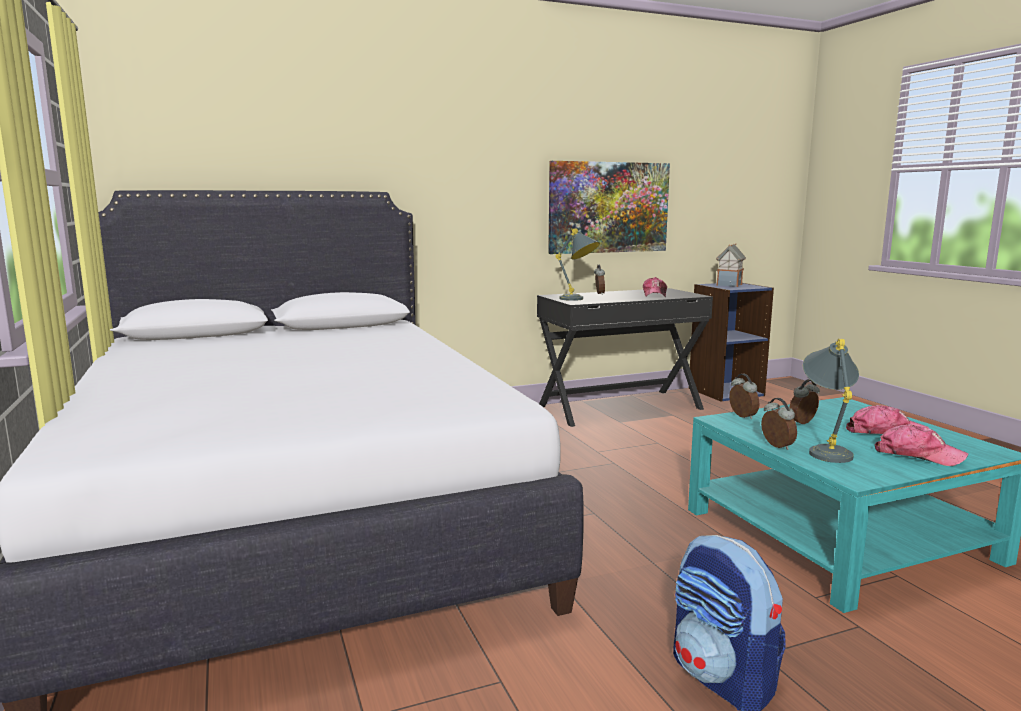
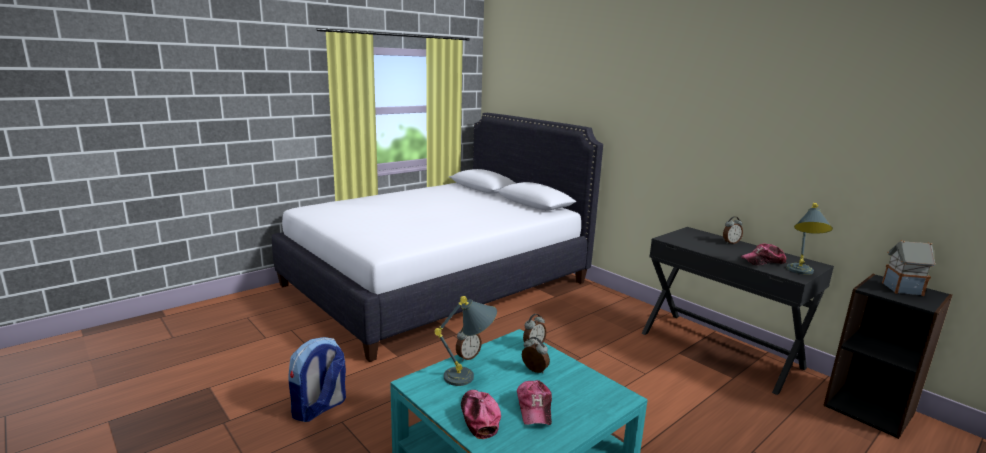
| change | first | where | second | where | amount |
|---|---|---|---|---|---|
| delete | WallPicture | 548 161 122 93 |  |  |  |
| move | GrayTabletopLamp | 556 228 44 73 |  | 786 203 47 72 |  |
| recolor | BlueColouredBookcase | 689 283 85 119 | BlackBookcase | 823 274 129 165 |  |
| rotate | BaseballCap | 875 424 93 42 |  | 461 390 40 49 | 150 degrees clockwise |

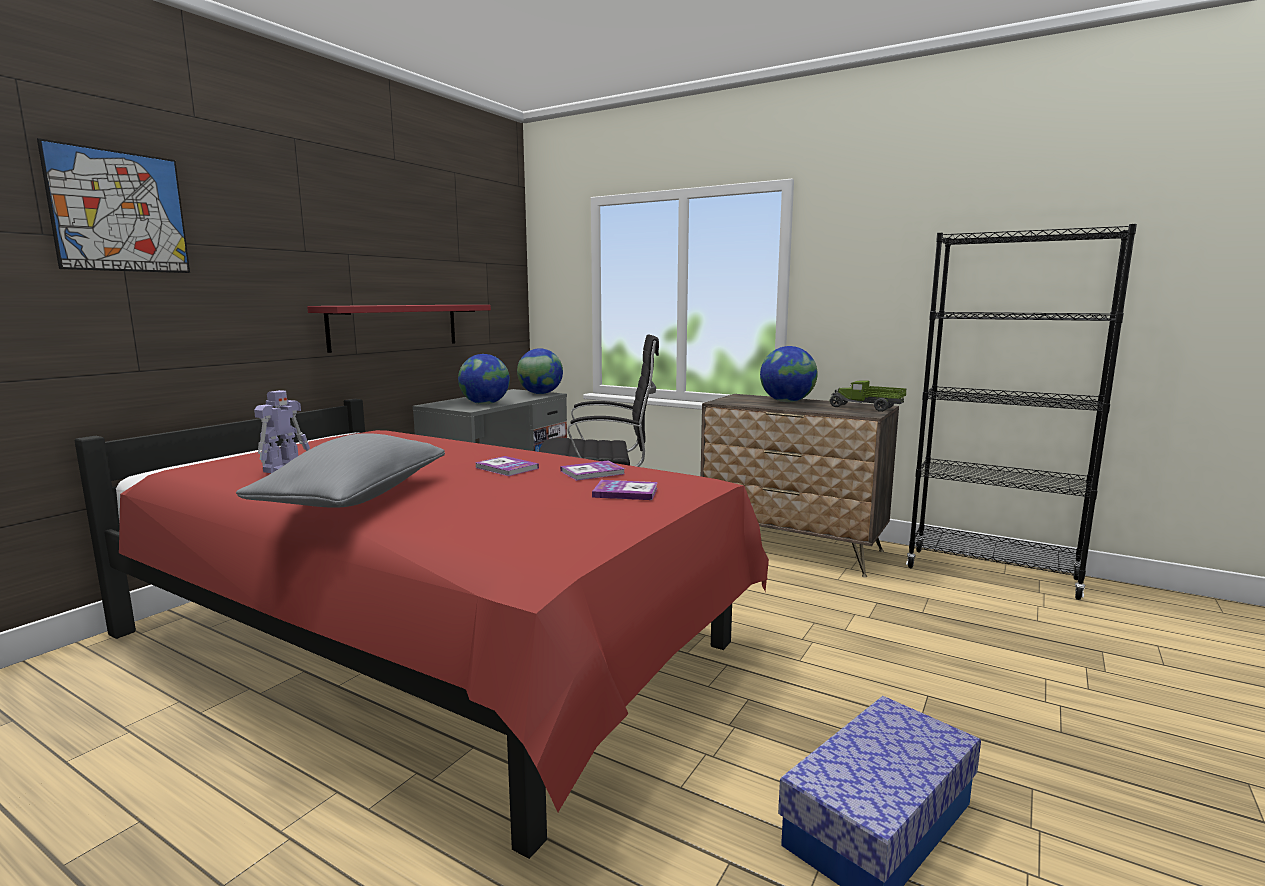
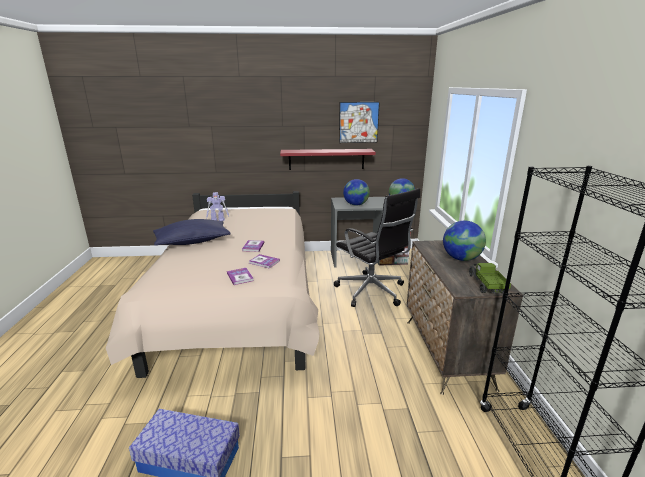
| change | first | where | second | where | amount |
|---|---|---|---|---|---|
| move | WallPicture | 37 138 153 135 |  | 339 102 41 41 |  |
| recolor | RedColouredBed | 74 399 695 460 | BeigeColouredBed | 106 191 214 187 |  |
| recolor | GrayThrowPillow | 236 433 209 75 | BlueColouredThrowPillow | 153 219 78 27 |  |

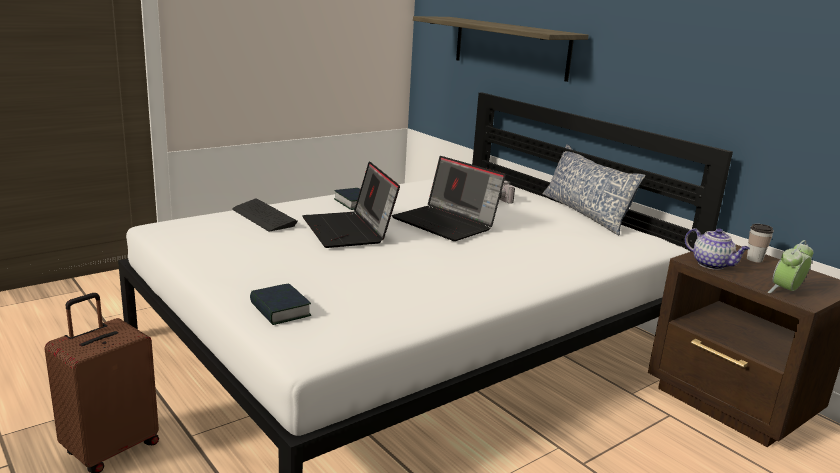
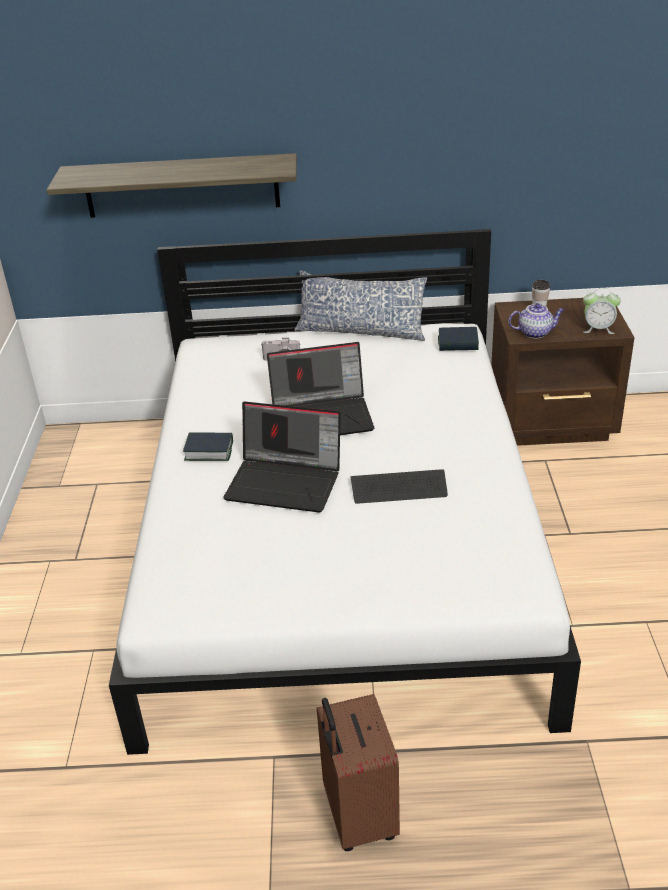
| change | first | where | second | where | amount |
|---|---|---|---|---|---|
| move | Keyboard | 232 198 66 33 |  | 350 469 98 35 |  |
| rotate | BedsideClock | 768 240 45 53 |  | 583 288 38 46 | 75 degrees counterclockwise |
| move | Book | 250 283 61 42 |  | 438 327 41 24 |  |

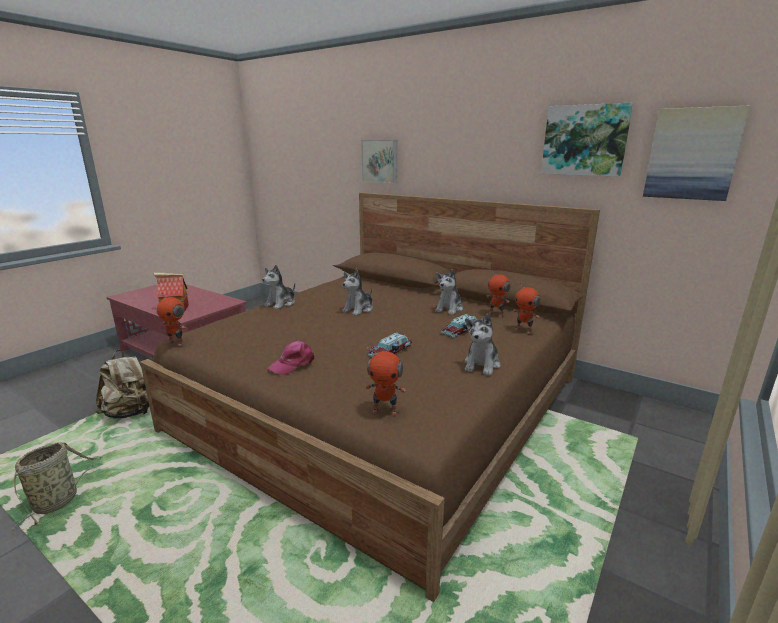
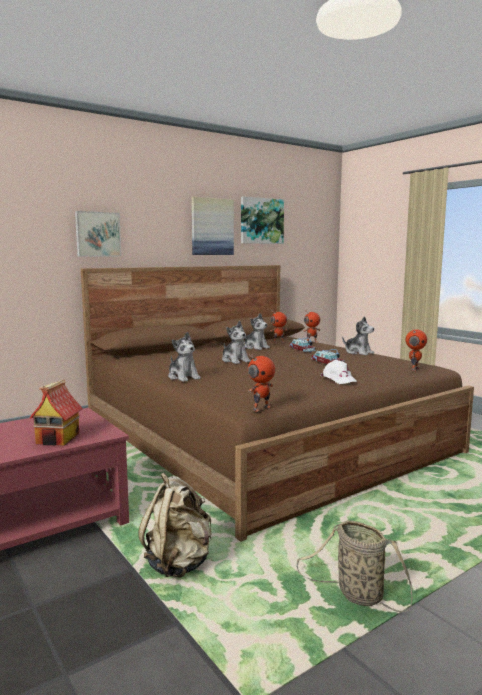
| change | first | where | second | where | amount |
|---|---|---|---|---|---|
| move | WallPicture | 643 106 107 95 |  | 191 197 43 58 |  |
| recolor | PinkColouredBaseballCap | 268 341 47 34 | WhitishBaseballCap | 321 360 36 24 |  |

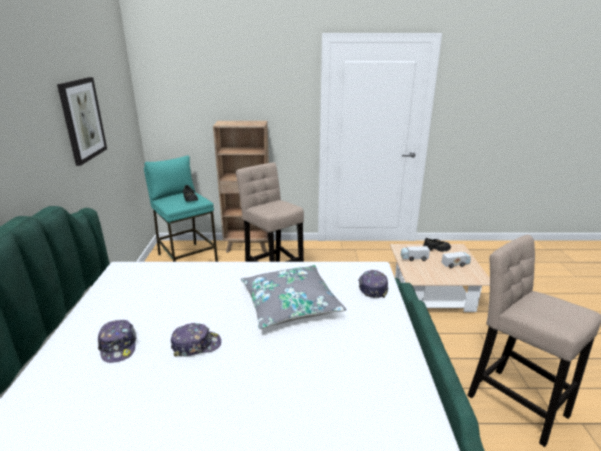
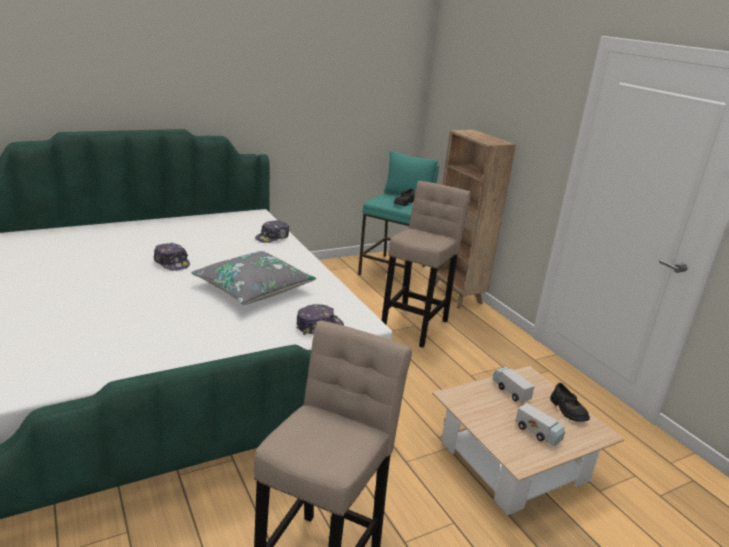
| change | first | where | second | where | amount |
|---|---|---|---|---|---|
| delete | WallPicture | 57 77 50 89 |  |  |  |
| move | BaseballCap | 98 320 38 43 |  | 255 220 34 23 |  |

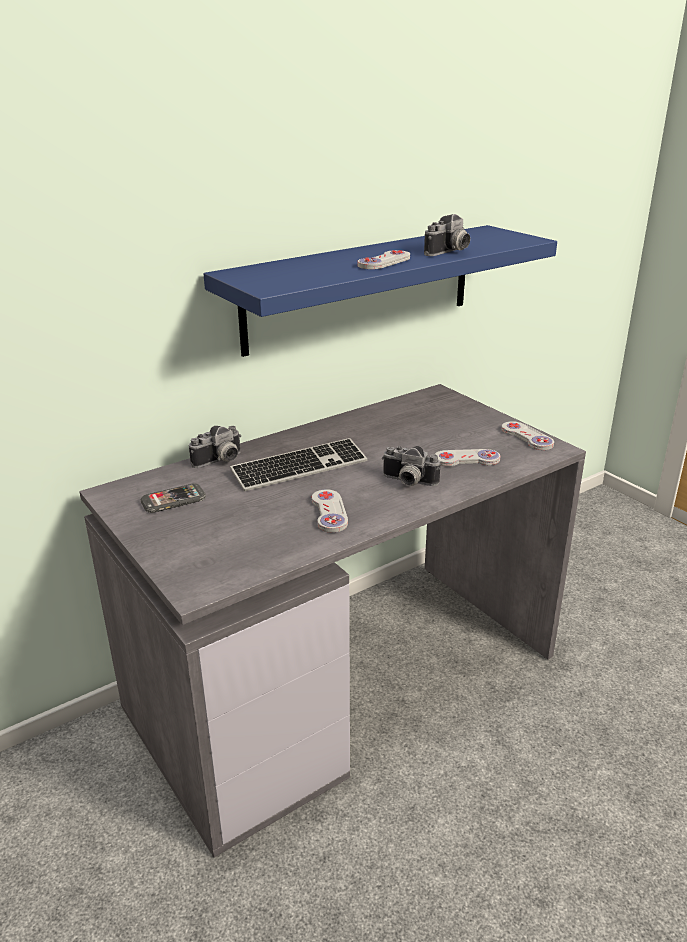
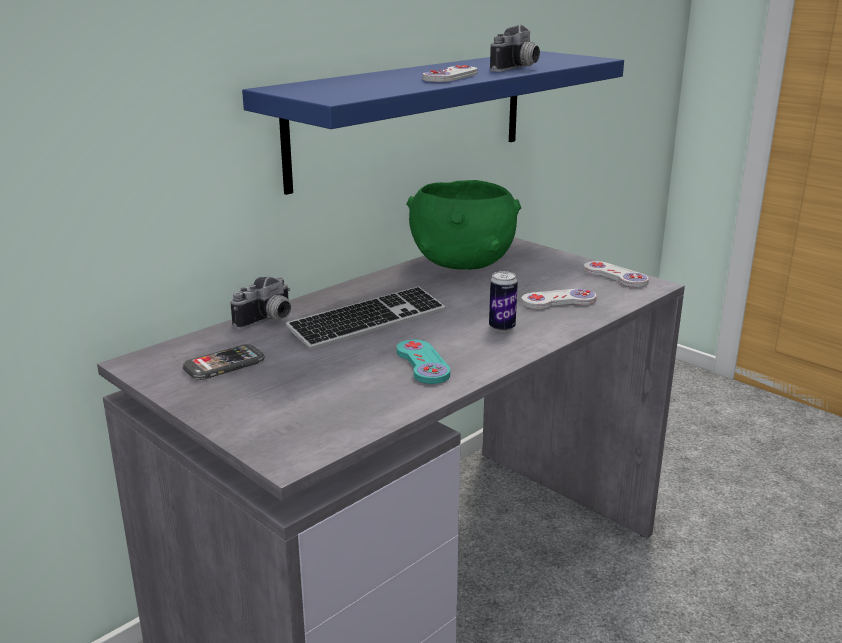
| change | first | where | second | where | amount |
|---|---|---|---|---|---|
| replace | StillCamera | 382 446 58 40 | SealedCan | 489 271 29 61 |  |
| recolor | WhitishGamepad | 312 489 36 44 | TurquoiseGamepad | 396 339 54 45 |  |
| insert |  |  | GreenBowl | 407 180 114 90 |  |

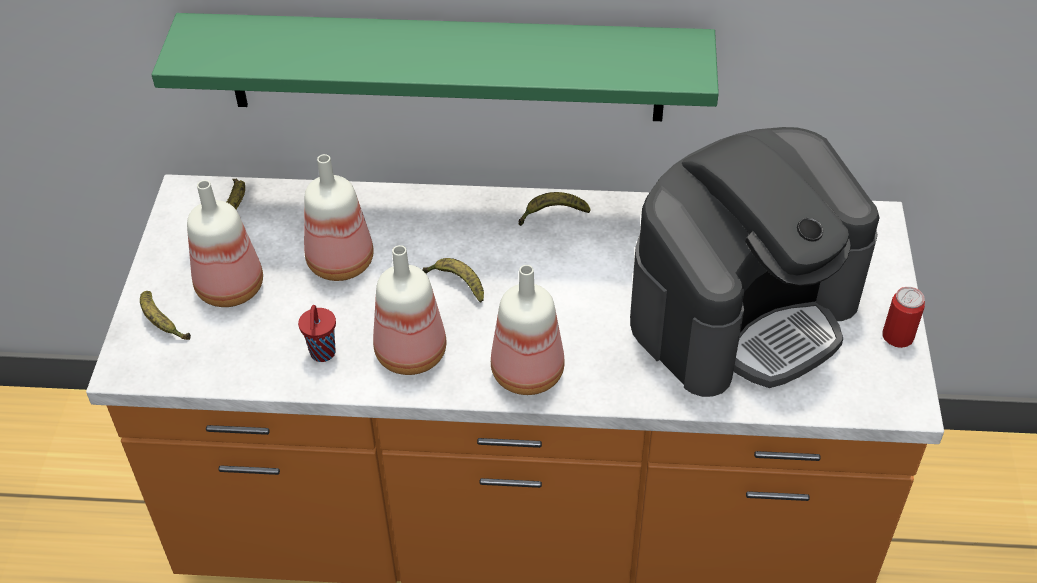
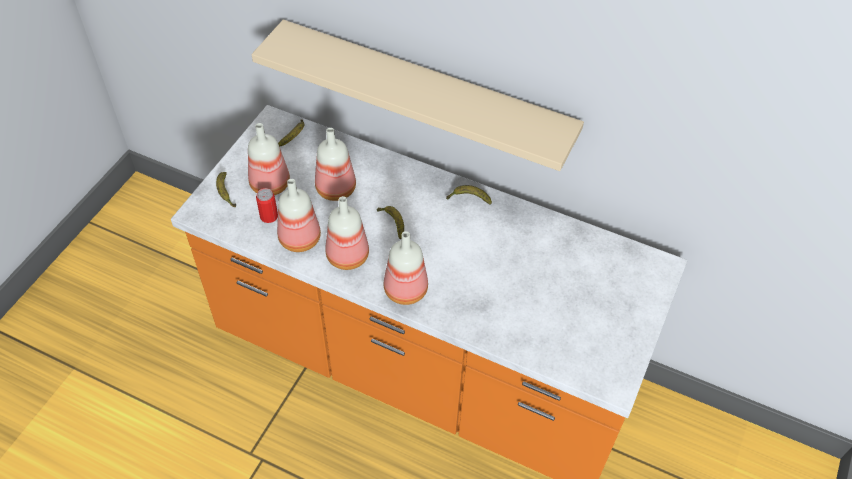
| change | first | where | second | where | amount |
|---|---|---|---|---|---|
| recolor | GreenShelf | 152 13 567 108 | BeigeColouredShelf | 252 19 332 152 |  |
| delete | CoffeeMaker | 630 127 250 270 |  |  |  |
| move | SealedCan | 883 287 42 61 |  | 256 188 22 35 |  |
| replace | RedColouredSmallCup | 298 305 38 57 | Bottle | 277 179 44 73 |  |

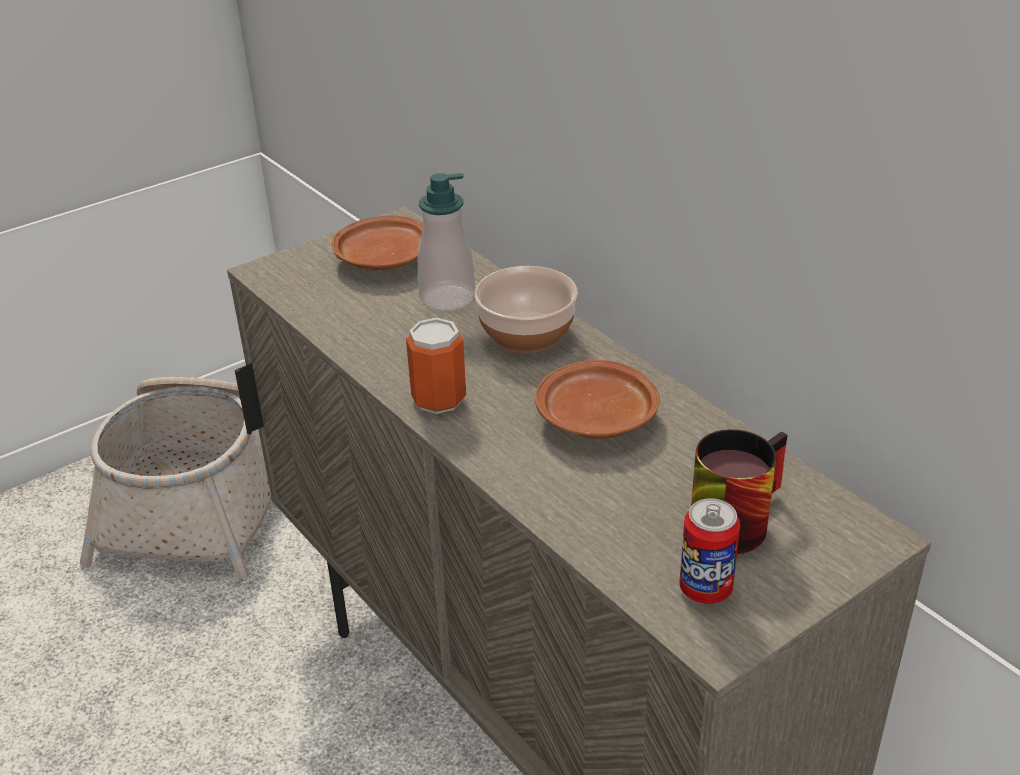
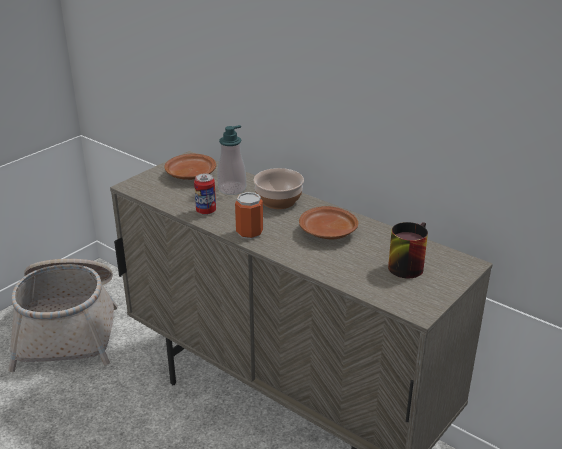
| change | first | where | second | where | amount |
|---|---|---|---|---|---|
| move | SealedCan | 679 498 61 106 |  | 194 173 22 42 |  |

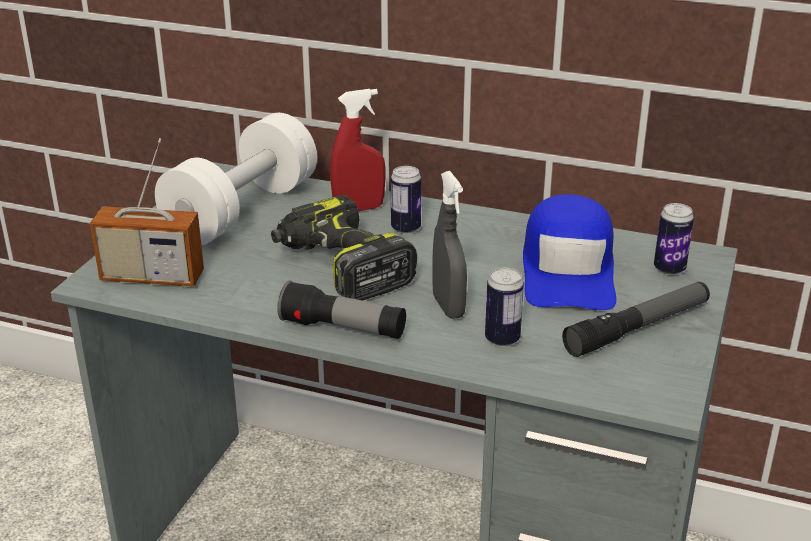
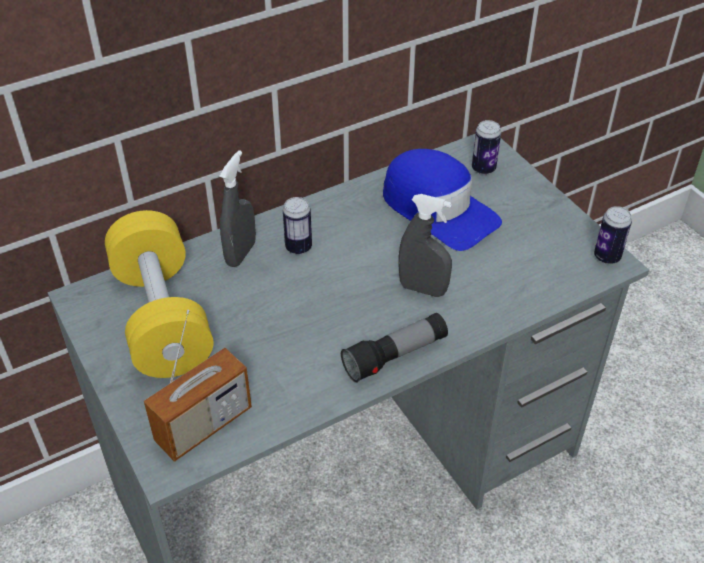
| change | first | where | second | where | amount |
|---|---|---|---|---|---|
| recolor | RedColouredSprayBottle | 330 89 56 122 | GraySprayBottle | 219 150 37 117 |  |
| recolor | WhitishHandWeight | 155 113 162 132 | YellowishHandWeight | 105 210 109 168 |  |
| delete | Drill | 271 195 146 106 |  |  |  |
| move | SealedCan | 485 268 39 79 |  | 594 206 38 58 |  |
| delete | Torch | 562 282 148 75 |  |  |  |

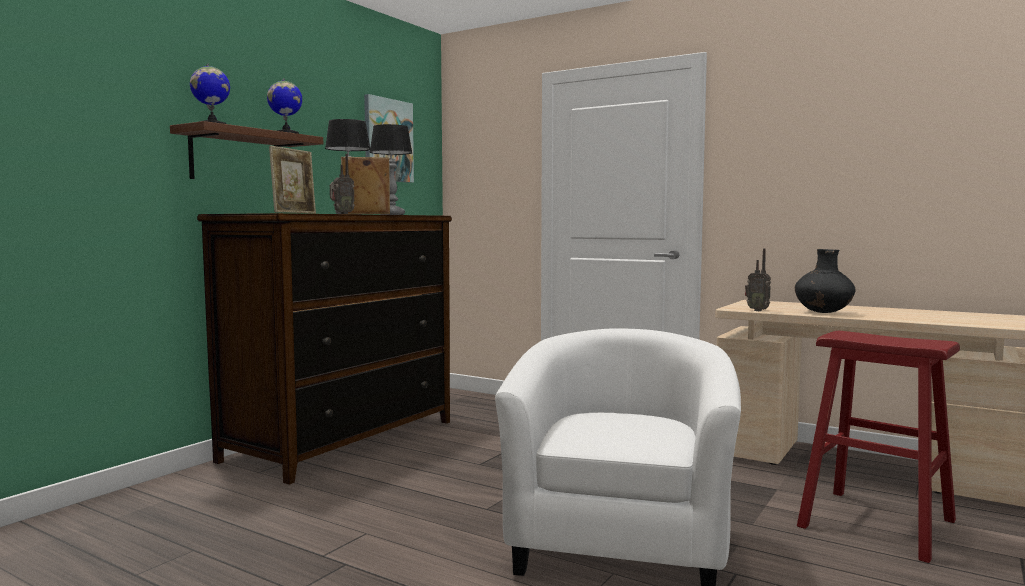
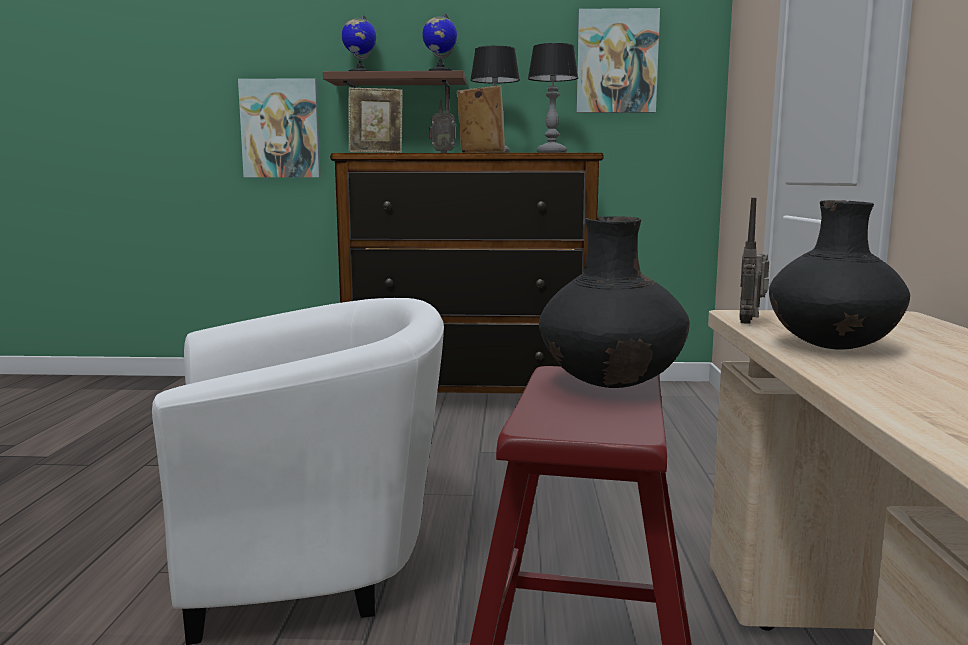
| change | first | where | second | where | amount |
|---|---|---|---|---|---|
| insert |  |  | WallPicture | 238 78 82 100 |  |
| insert |  |  | BlackVase | 539 216 151 172 |  |

